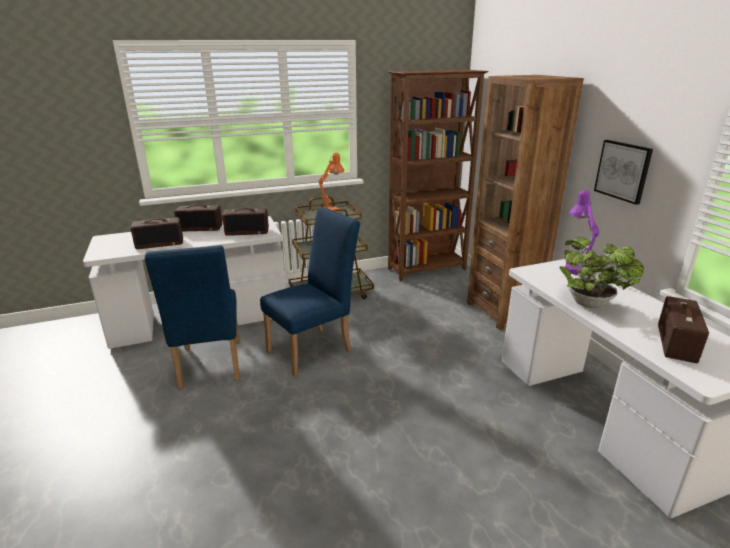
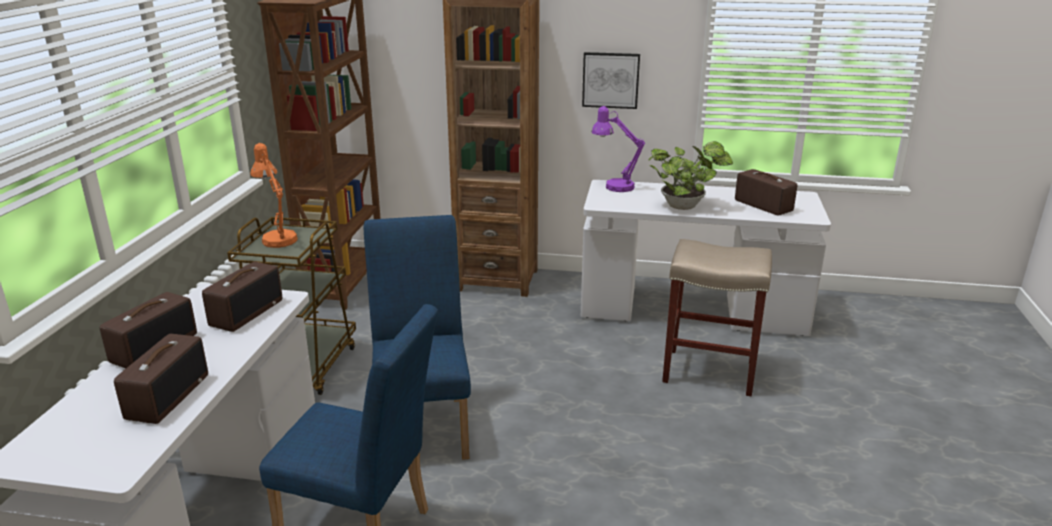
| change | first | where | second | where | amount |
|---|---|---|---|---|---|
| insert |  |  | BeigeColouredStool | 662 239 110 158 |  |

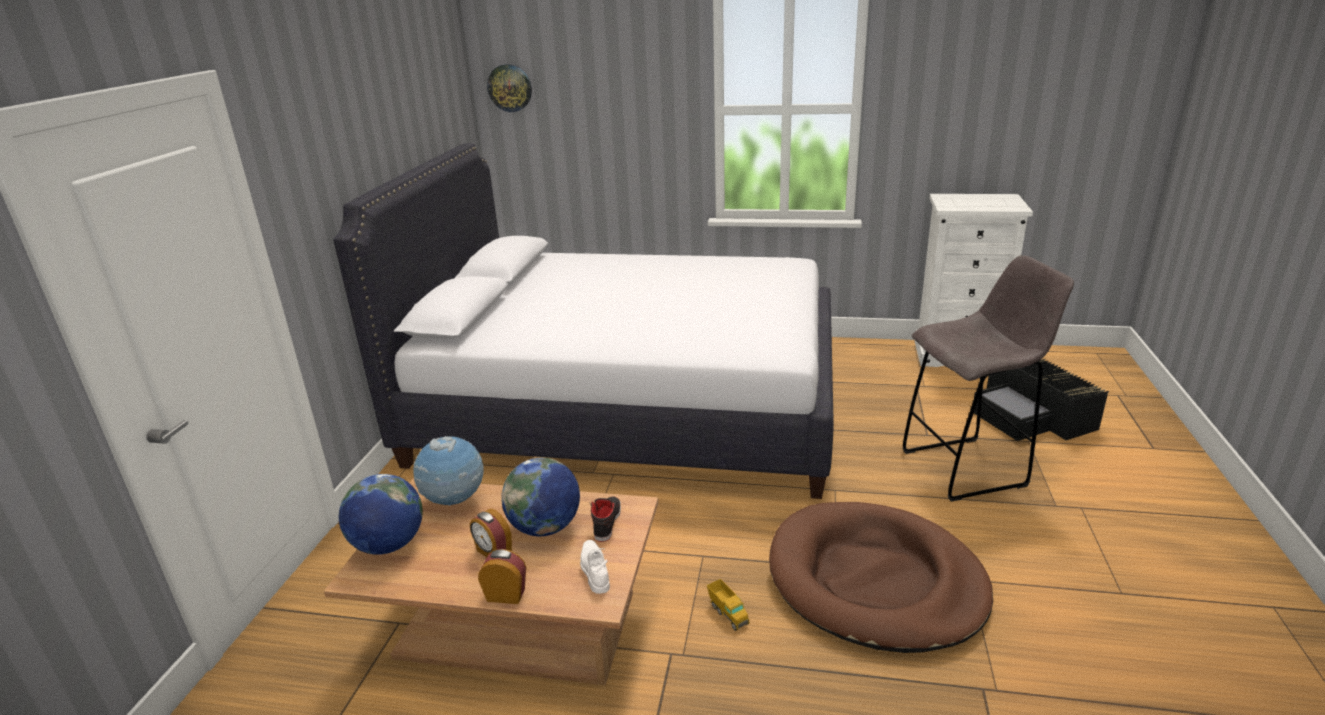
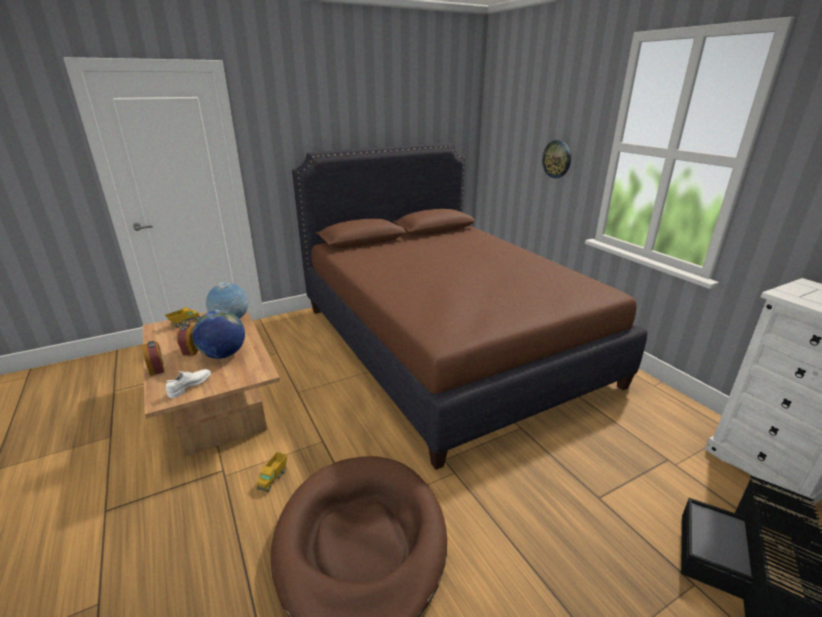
| change | first | where | second | where | amount |
|---|---|---|---|---|---|
| move | ClockOnTheWall | 487 64 45 48 |  | 542 140 29 38 |  |
| recolor | WhitishBed | 333 143 501 356 | BrownBed | 292 143 356 327 |  |
| delete | GrayStool | 902 255 172 247 |  |  |  |
| replace | DeskGlobe | 339 474 84 81 | ToyLorry | 165 307 35 21 |  |
| delete | BlackShoe | 589 496 32 46 |  |  |  |

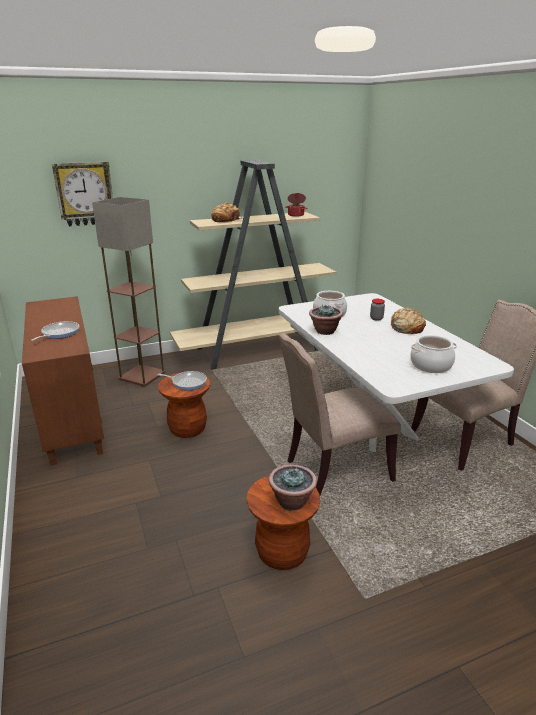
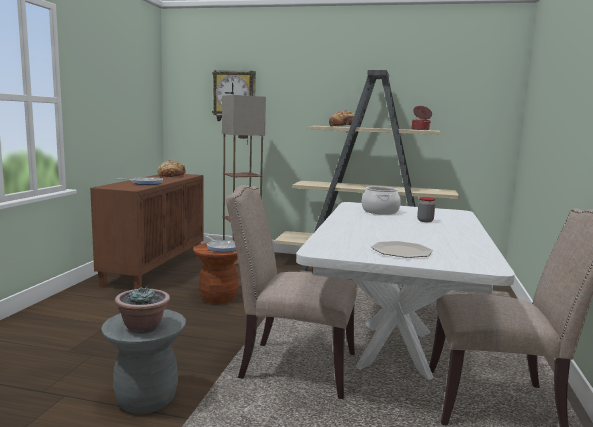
| change | first | where | second | where | amount |
|---|---|---|---|---|---|
| delete | PottedPlant | 309 304 34 31 |  |  |  |
| move | Bread | 391 308 35 26 |  | 157 160 29 17 |  |
| replace | Stockpot | 410 335 47 38 | FlatDish | 371 241 62 17 |  |
| recolor | BrownStool | 247 476 73 94 | GrayStool | 101 309 85 105 |  |

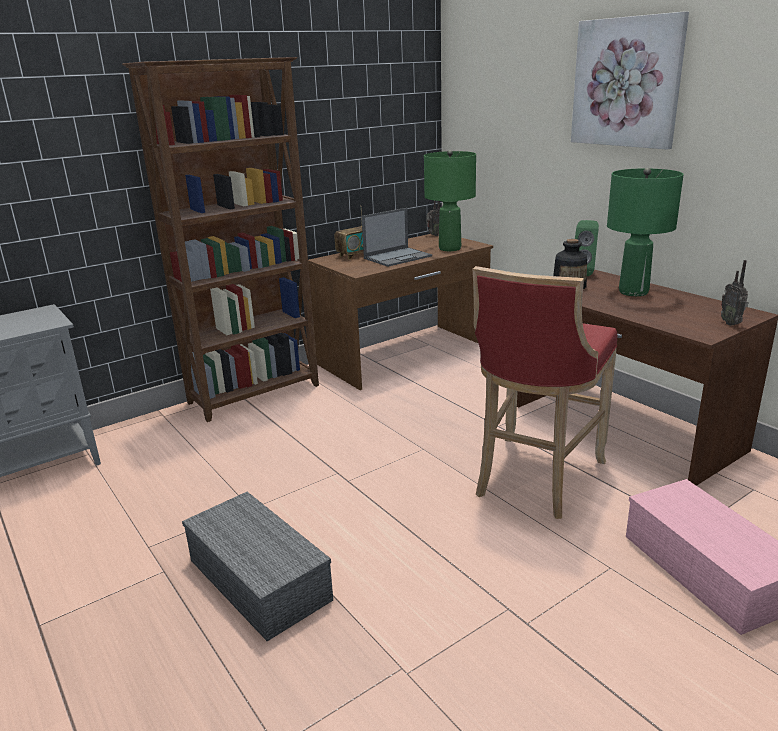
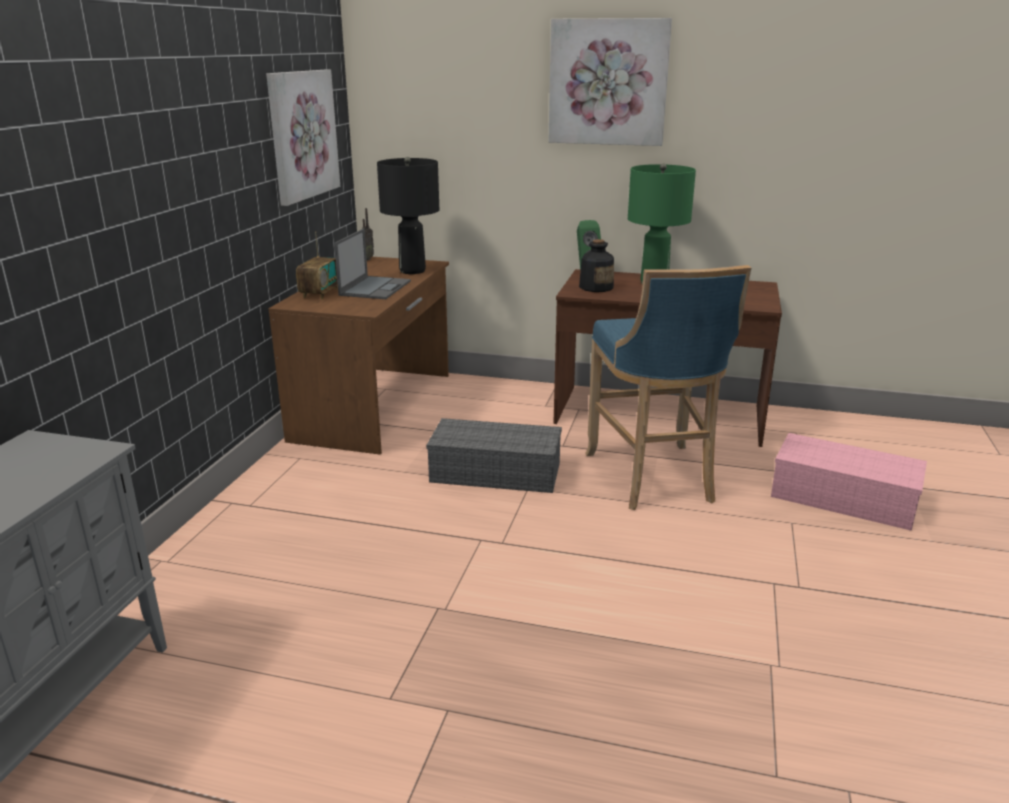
| change | first | where | second | where | amount |
|---|---|---|---|---|---|
| delete | BrownBookcase | 122 57 197 365 |  |  |  |
| recolor | GreenTabletopLamp | 424 150 52 101 | BlackTabletopLamp | 377 157 62 117 |  |
| delete | RadioReceiver | 721 260 28 66 |  |  |  |
| recolor | RedColouredStool | 472 266 145 253 | BlueColouredStool | 585 265 167 245 |  |
| move | GrayStorageBox | 182 492 151 149 |  | 426 418 136 75 |  |
| insert |  |  | WallPicture | 266 70 74 136 |  |

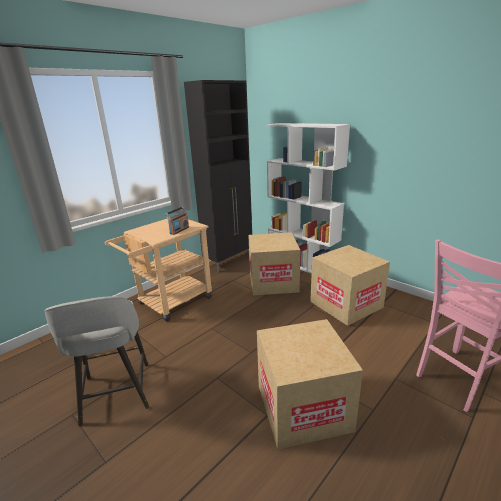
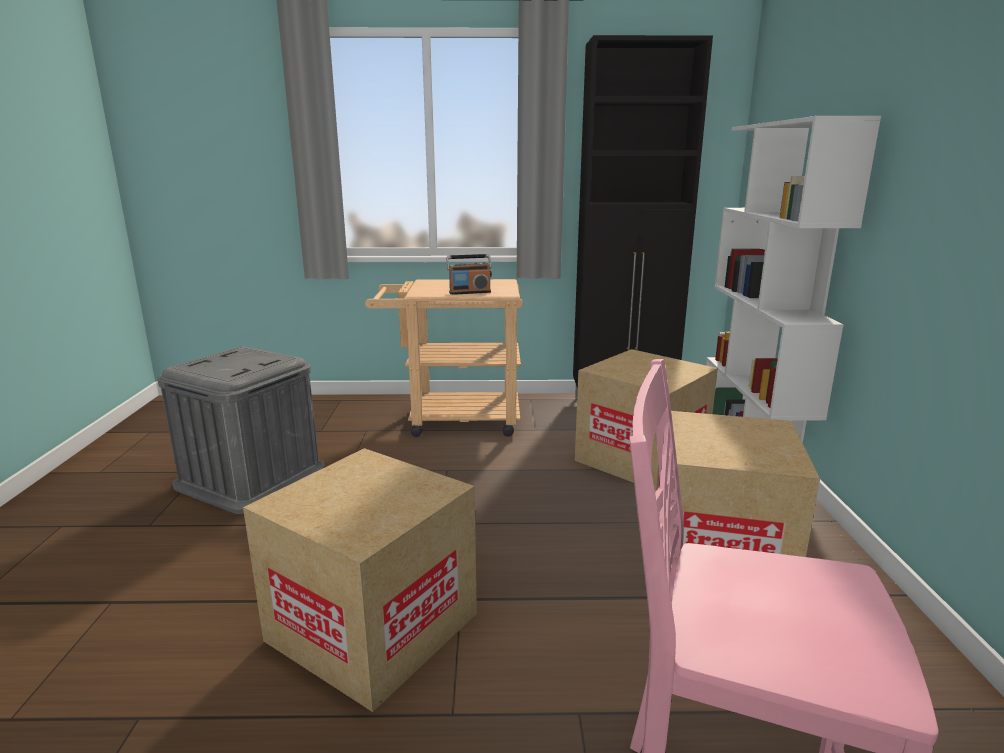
| change | first | where | second | where | amount |
|---|---|---|---|---|---|
| replace | GrayStool | 44 296 105 130 | GrayStorageBox | 157 347 168 167 |  |

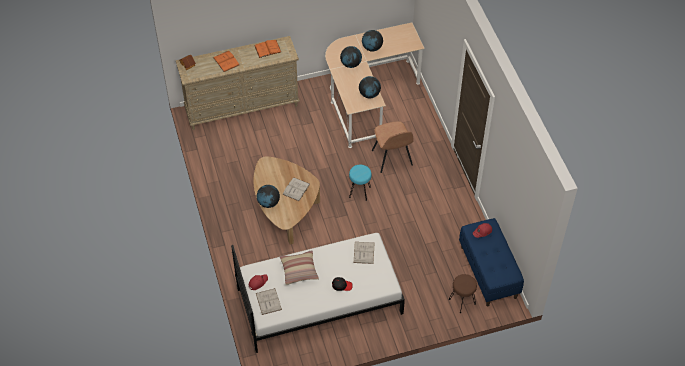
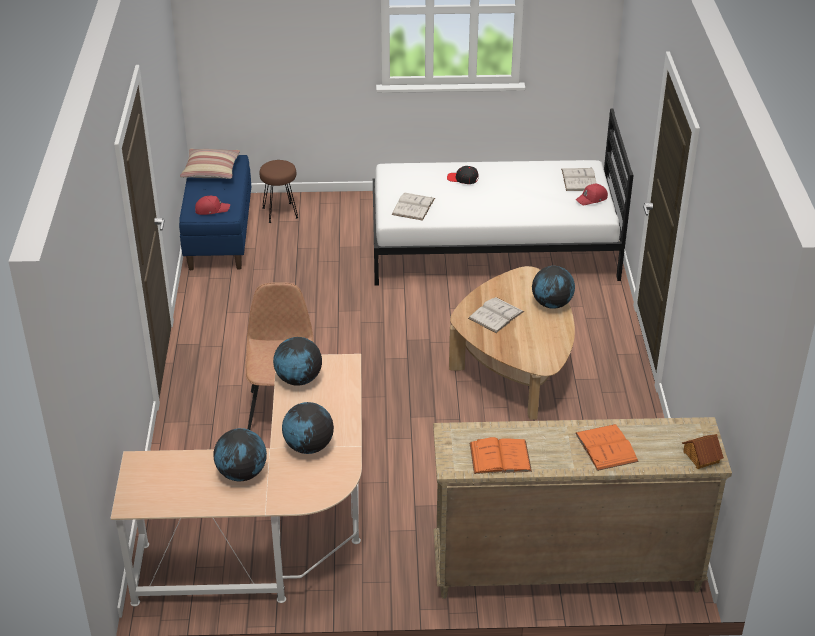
| change | first | where | second | where | amount |
|---|---|---|---|---|---|
| delete | TurquoiseStool | 349 165 23 36 |  |  |  |
| move | ThrowPillow | 280 250 39 35 |  | 180 149 60 30 |  |

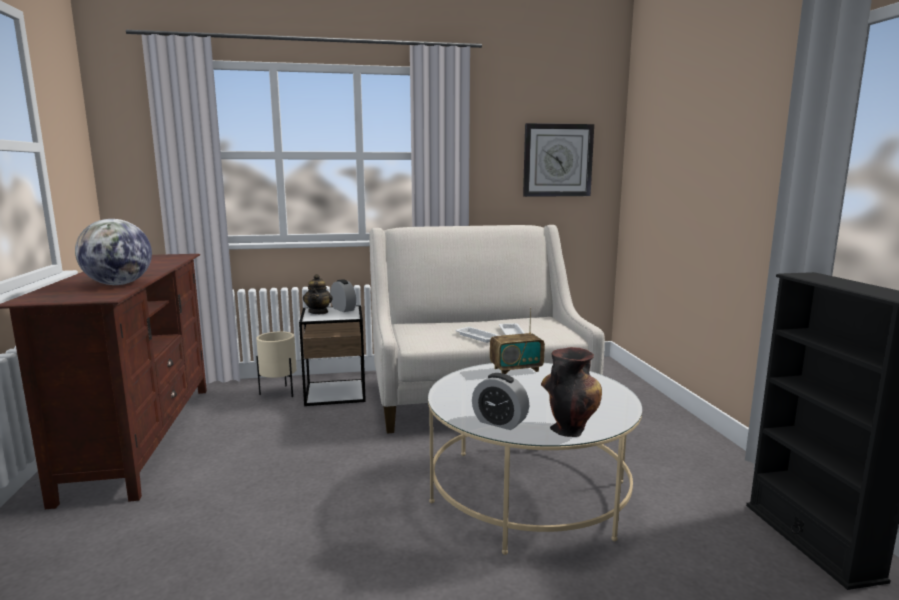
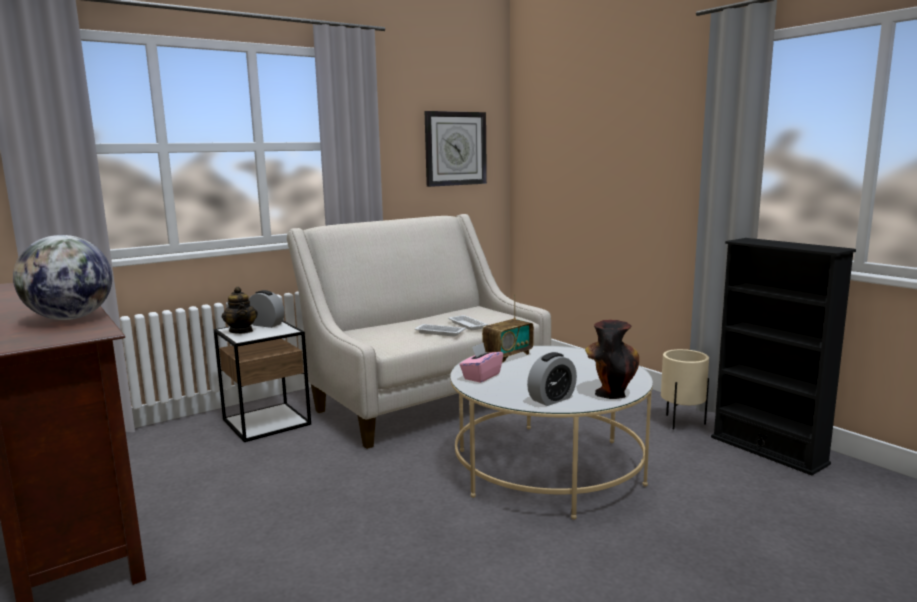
| change | first | where | second | where | amount |
|---|---|---|---|---|---|
| move | BeigeColouredPlantPot | 256 331 41 66 |  | 661 349 48 80 |  |
| rotate | BedsideClock | 472 373 57 57 |  | 527 352 50 54 | 45 degrees counterclockwise |
| insert |  |  | PinkColouredTissueHolder | 459 343 44 40 |  |

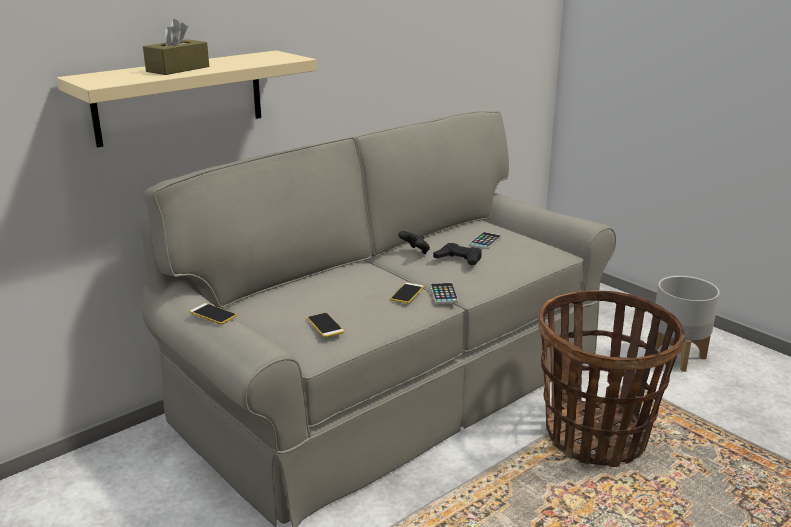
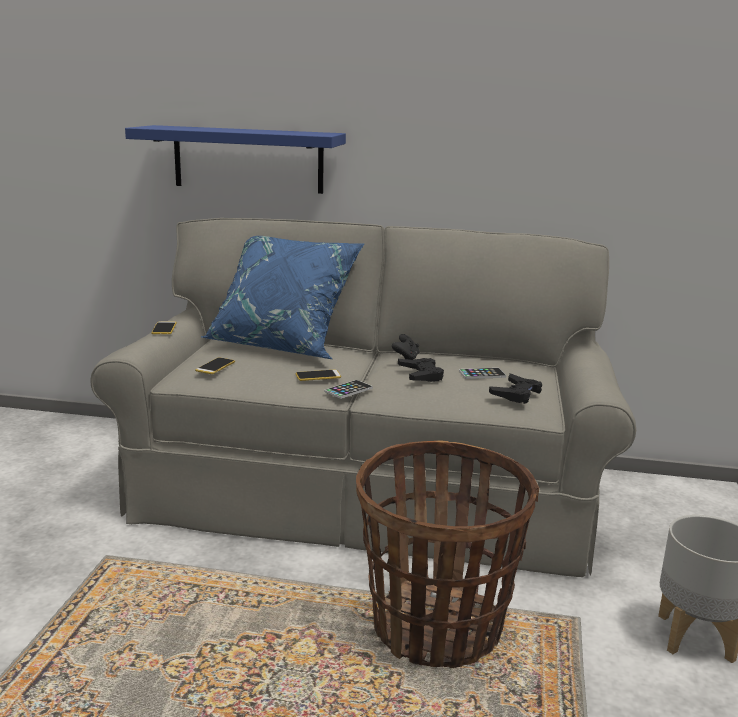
| change | first | where | second | where | amount |
|---|---|---|---|---|---|
| delete | BrownTissueHolder | 143 19 66 56 |  |  |  |
| recolor | BeigeColouredShelf | 57 50 260 97 | BlueColouredShelf | 125 125 221 69 |  |
| insert |  |  | BlueColouredThrowPillow | 201 236 164 123 |  |
| insert |  |  | BlackGamepad | 489 373 53 31 |  |

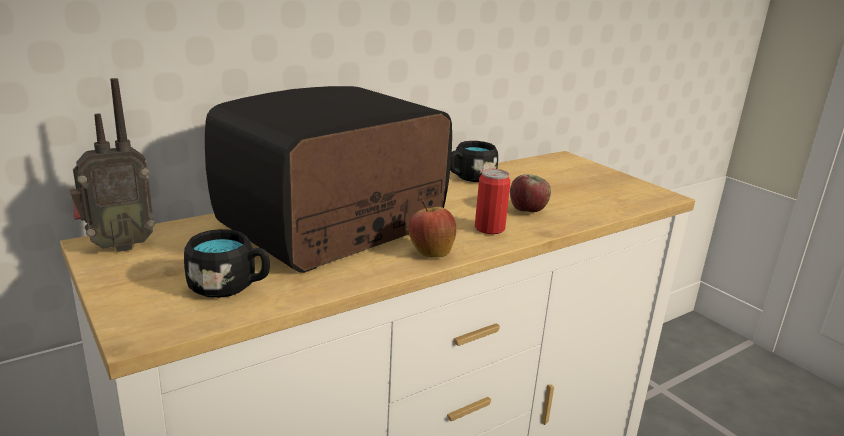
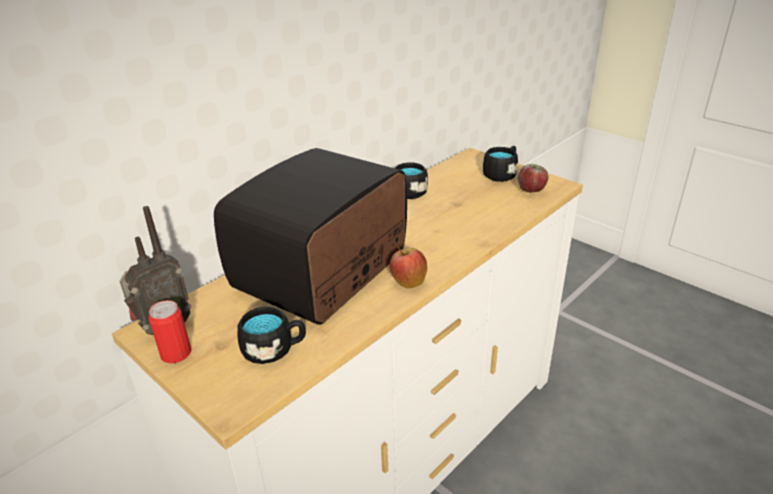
| change | first | where | second | where | amount |
|---|---|---|---|---|---|
| move | SealedCan | 475 169 35 65 |  | 148 300 43 63 |  |
| move | Apple | 510 174 41 38 |  | 518 164 30 28 |  |
| insert |  |  | BlackMug | 483 146 35 36 |  |

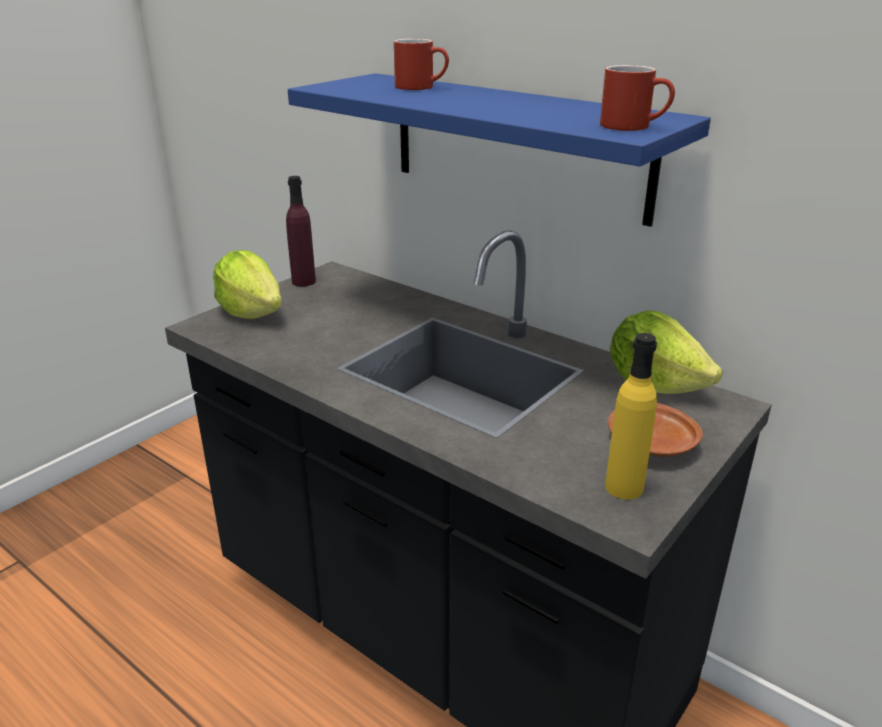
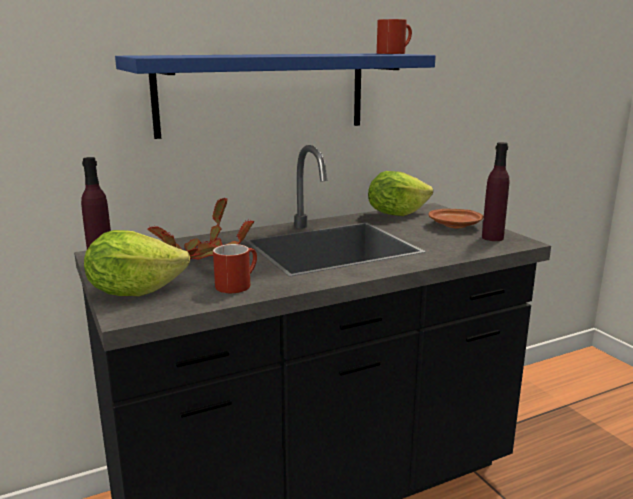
| change | first | where | second | where | amount |
|---|---|---|---|---|---|
| move | RedColouredMug | 394 39 55 51 |  | 213 244 44 49 |  |
| recolor | YellowishBottle | 605 333 52 167 | PurpleColouredBottle | 482 142 27 99 |  |
| insert |  |  | PottedPlant | 147 197 107 63 |  |

